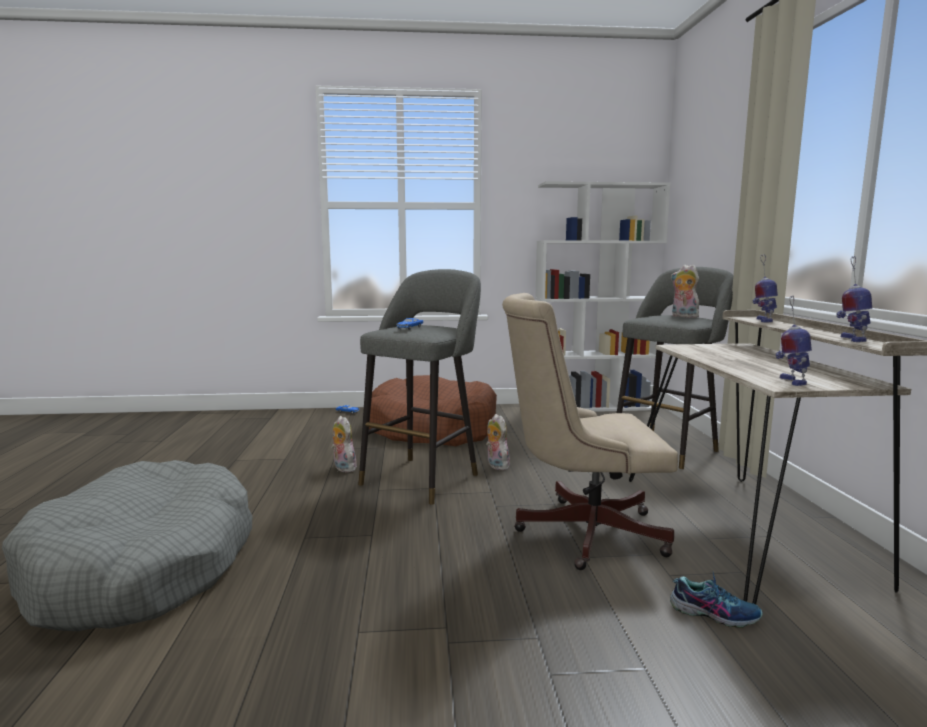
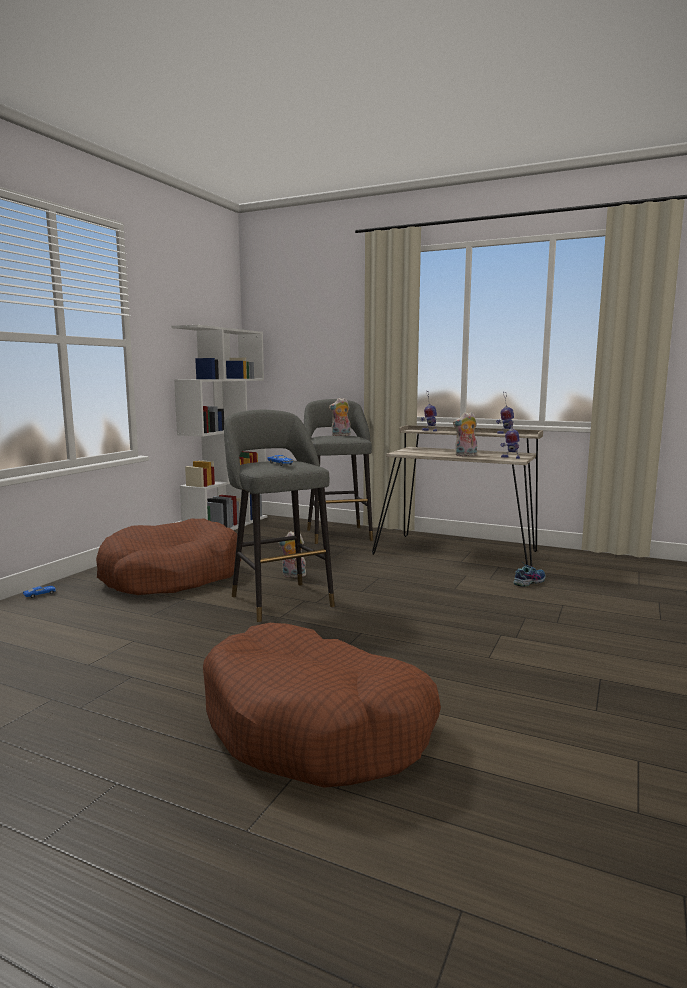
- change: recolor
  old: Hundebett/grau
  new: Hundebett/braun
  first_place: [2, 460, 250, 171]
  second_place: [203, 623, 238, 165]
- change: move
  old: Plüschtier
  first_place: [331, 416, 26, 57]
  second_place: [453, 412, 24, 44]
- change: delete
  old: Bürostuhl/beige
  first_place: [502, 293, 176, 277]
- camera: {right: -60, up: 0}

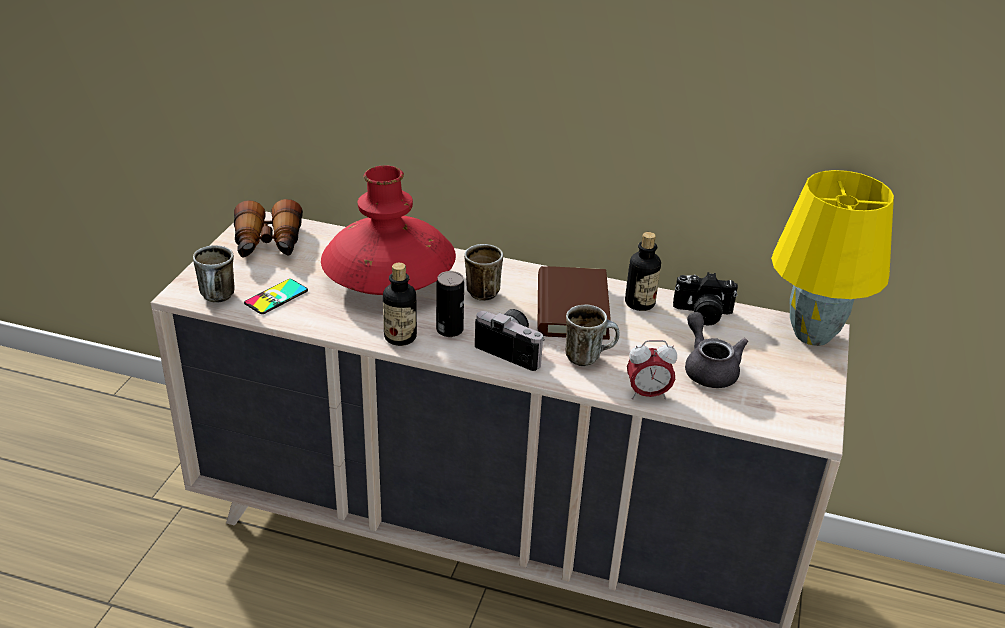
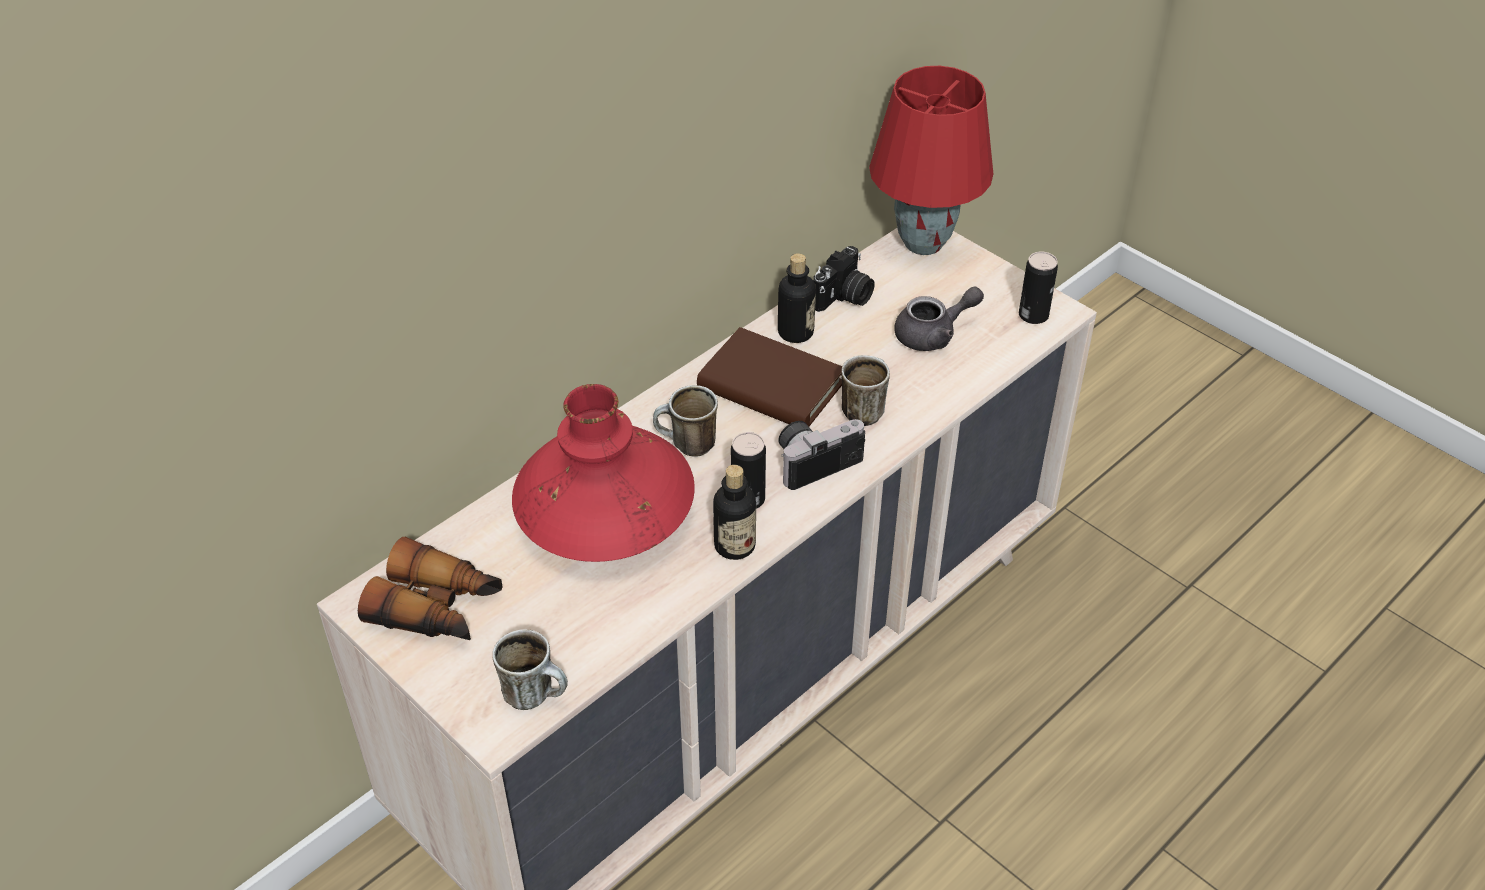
- change: delete
  old: Handy
  first_place: [244, 279, 64, 35]
- change: delete
  old: Wecker
  first_place: [627, 340, 50, 60]
- change: rotate
  old: Teekanne/grau
  first_place: [685, 312, 63, 76]
  second_place: [894, 287, 90, 64]
  degrees: 150
- change: recolor
  old: Tischlampe/gelb
  new: Tischlampe/rot
  first_place: [771, 170, 123, 176]
  second_place: [869, 66, 124, 189]
- change: insert
  new: Dose
  second_place: [1019, 251, 39, 73]
- camera: {right: -60, up: 10}

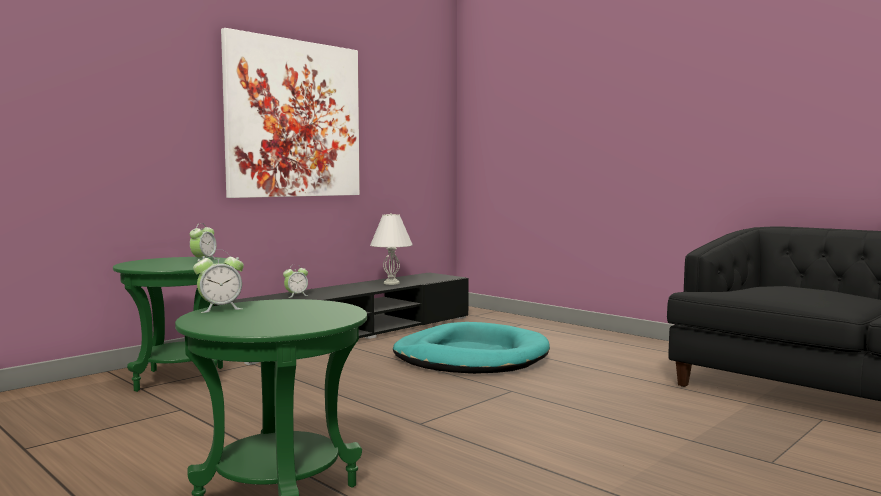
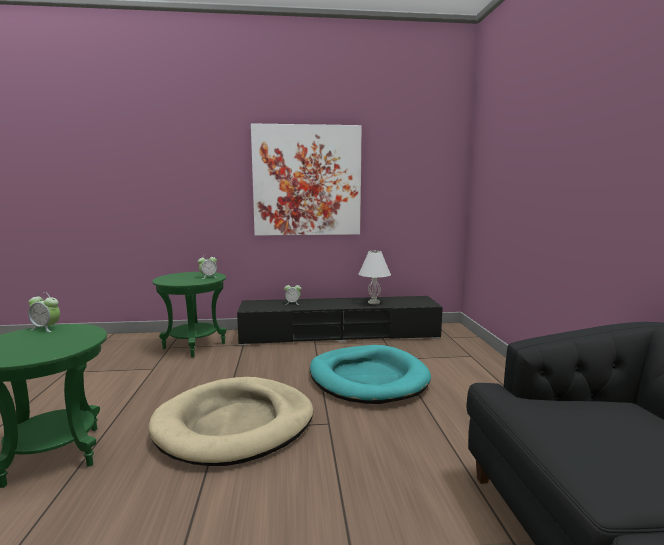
- change: insert
  new: Hundebett/beige
  second_place: [148, 377, 165, 89]
- camera: {right: 40, up: 5}

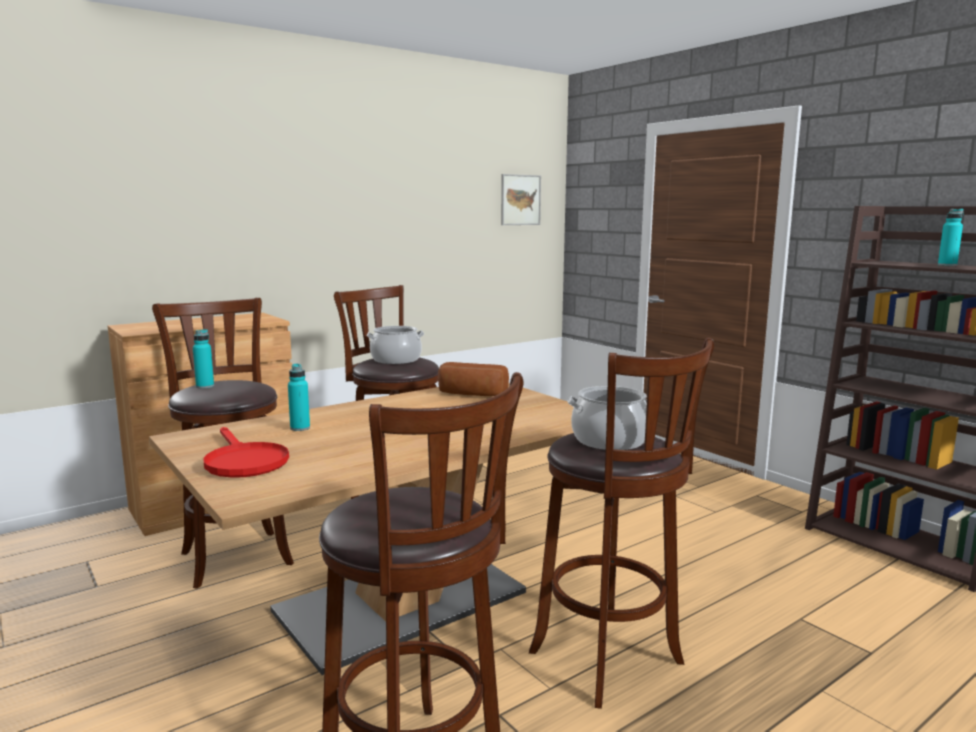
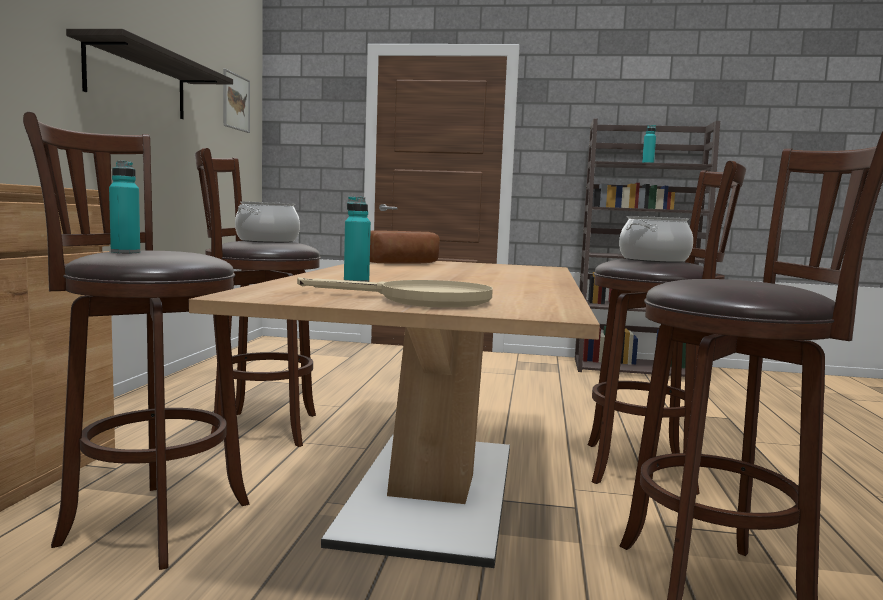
- change: recolor
  old: Pfanne/rot
  new: Pfanne/beige
  first_place: [203, 427, 86, 51]
  second_place: [297, 277, 196, 31]
- change: insert
  new: Wandregal
  second_place: [66, 29, 167, 90]
- camera: {right: -45, up: -5}

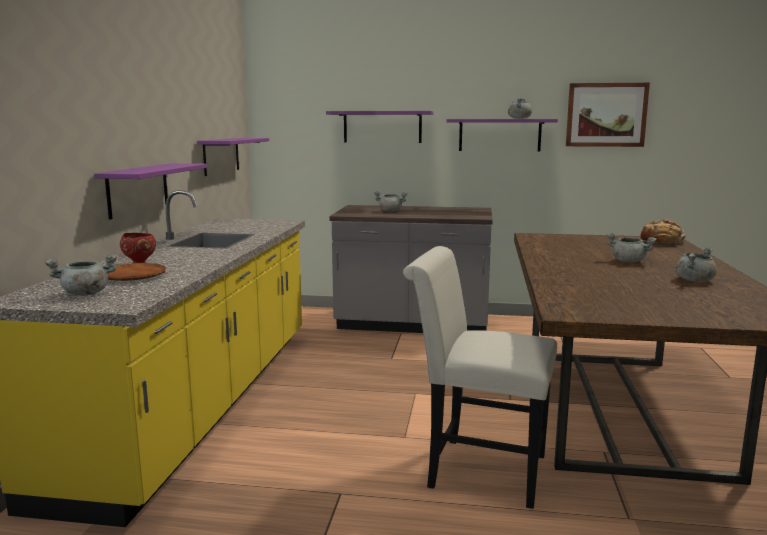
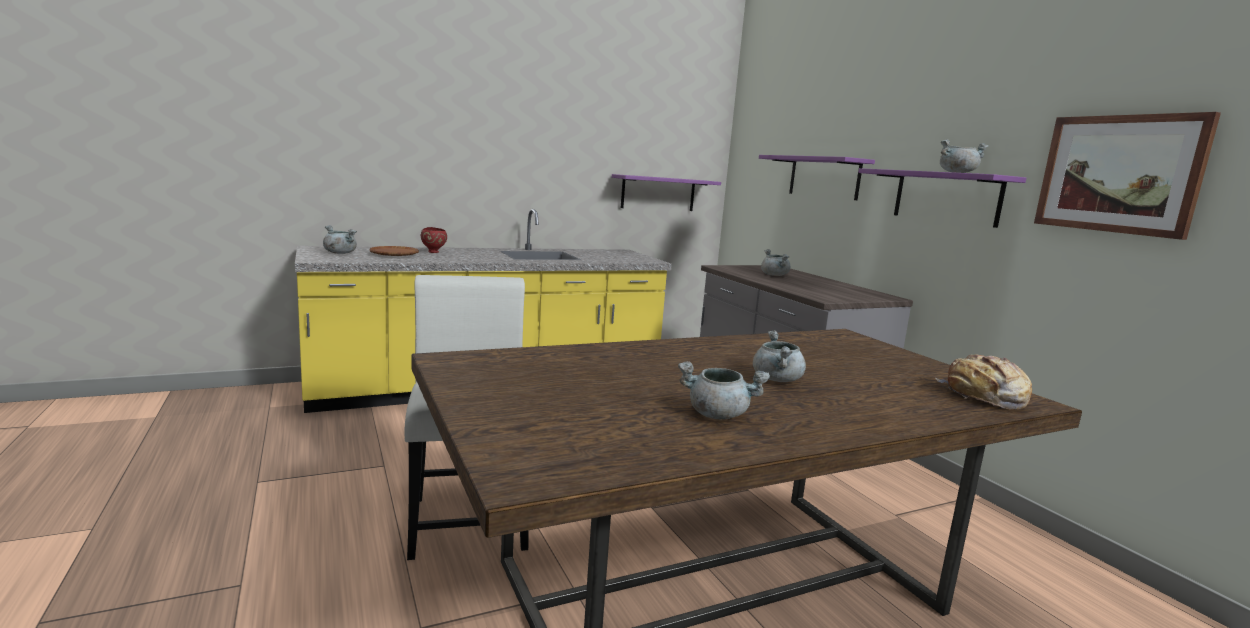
- change: delete
  old: Wandregal/lila
  first_place: [94, 163, 113, 57]
- camera: {right: 55, up: 0}

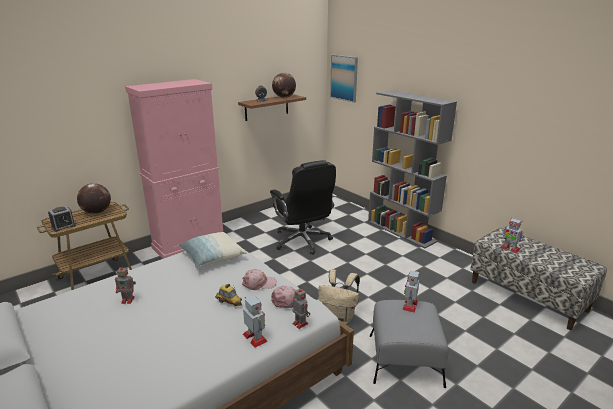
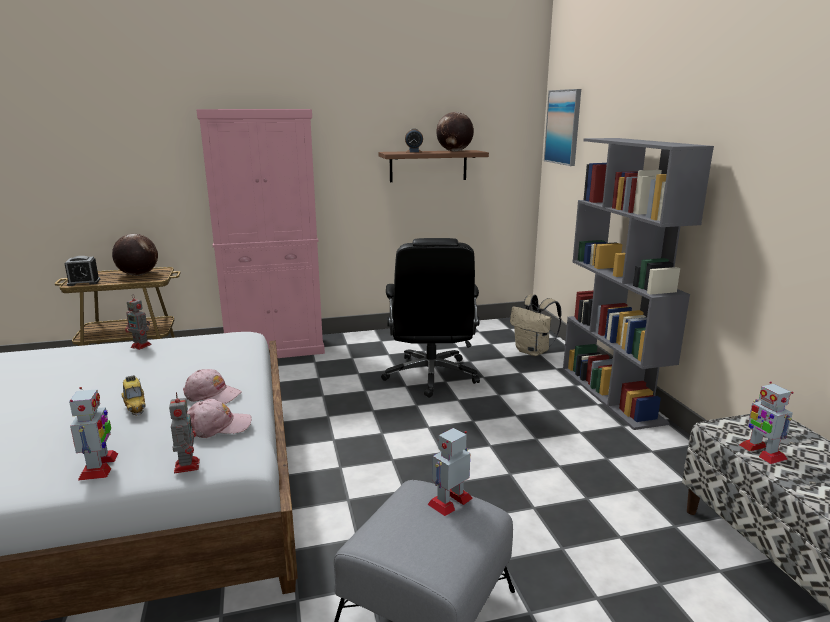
- change: move
  old: Spielzeugroboter
  first_place: [115, 265, 21, 39]
  second_place: [125, 294, 27, 56]
- change: delete
  old: Kissen
  first_place: [179, 232, 68, 36]
- change: move
  old: Rucksack/beige
  first_place: [318, 269, 42, 55]
  second_place: [510, 294, 51, 62]
- camera: {right: 25, up: -5}

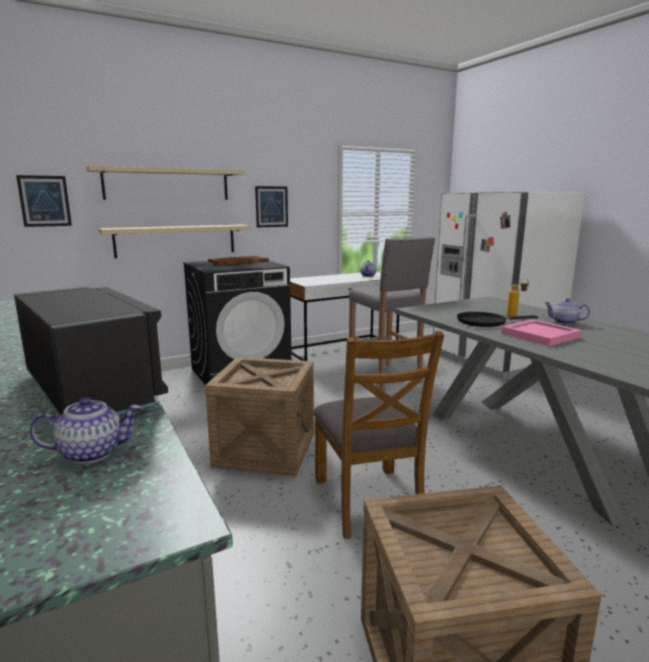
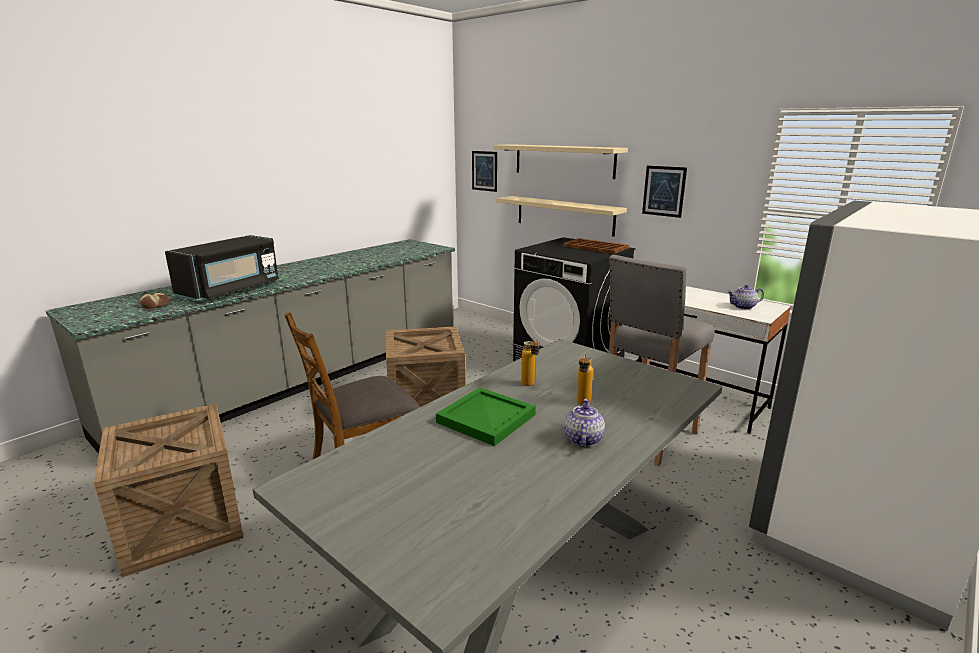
- change: replace
  old: Teekanne
  new: Brot
  first_place: [29, 397, 112, 67]
  second_place: [140, 293, 30, 16]
- change: replace
  old: Pfanne/schwarz
  new: Flasche
  first_place: [457, 312, 81, 15]
  second_place: [521, 337, 19, 49]
- change: recolor
  old: Tablett/rosa
  new: Tablett/grün
  first_place: [501, 319, 81, 27]
  second_place: [436, 387, 100, 59]
- camera: {right: 70, up: 5}

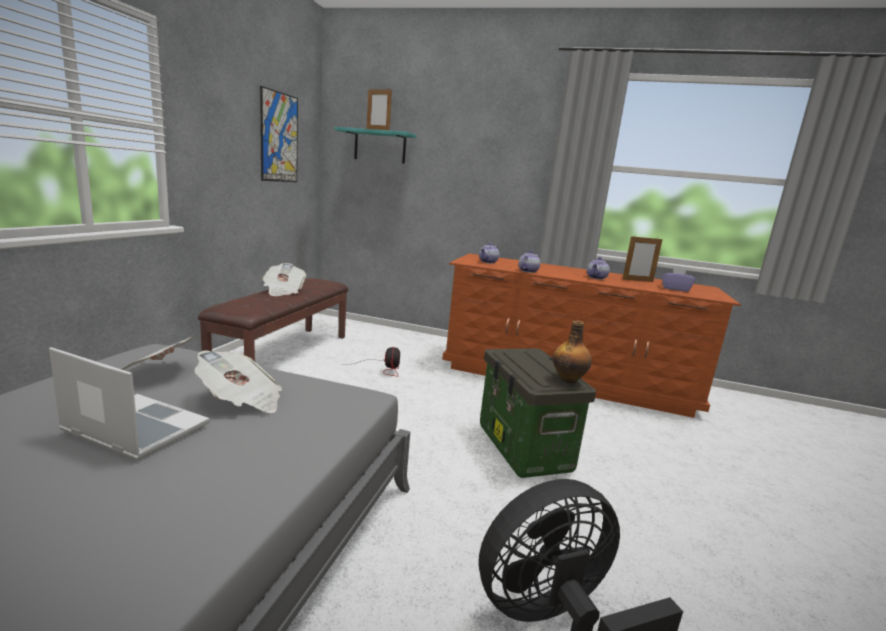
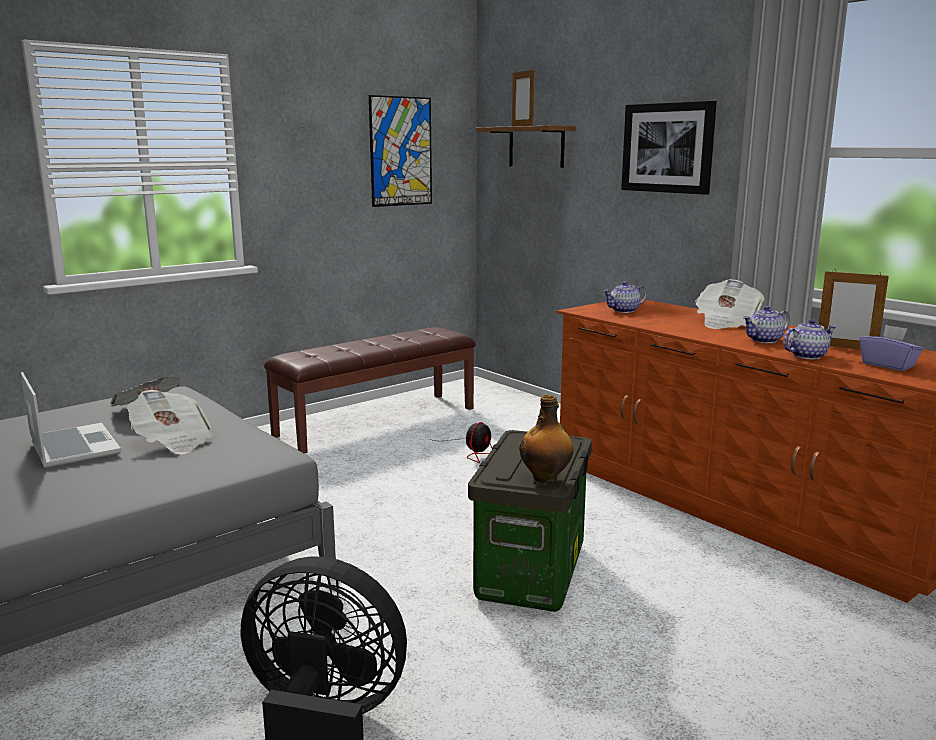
- change: move
  old: Zeitung
  first_place: [262, 263, 44, 33]
  second_place: [695, 279, 70, 50]
- change: recolor
  old: Wandregal/türkis
  new: Wandregal/braun
  first_place: [334, 127, 82, 37]
  second_place: [476, 126, 100, 42]
- change: move
  old: Teekanne
  first_place: [518, 250, 22, 23]
  second_place: [783, 319, 53, 40]
- change: insert
  new: Bild
  second_place: [621, 101, 96, 94]
- camera: {right: 35, up: 0}

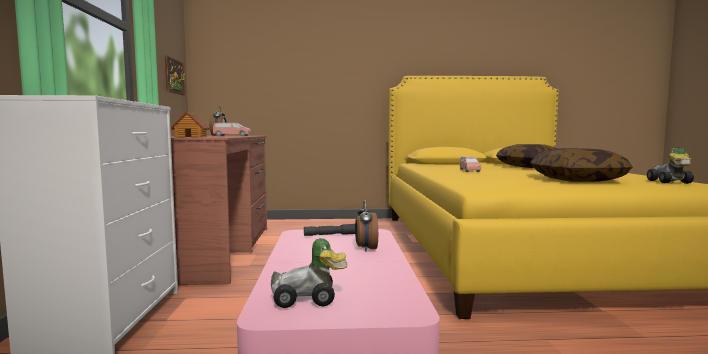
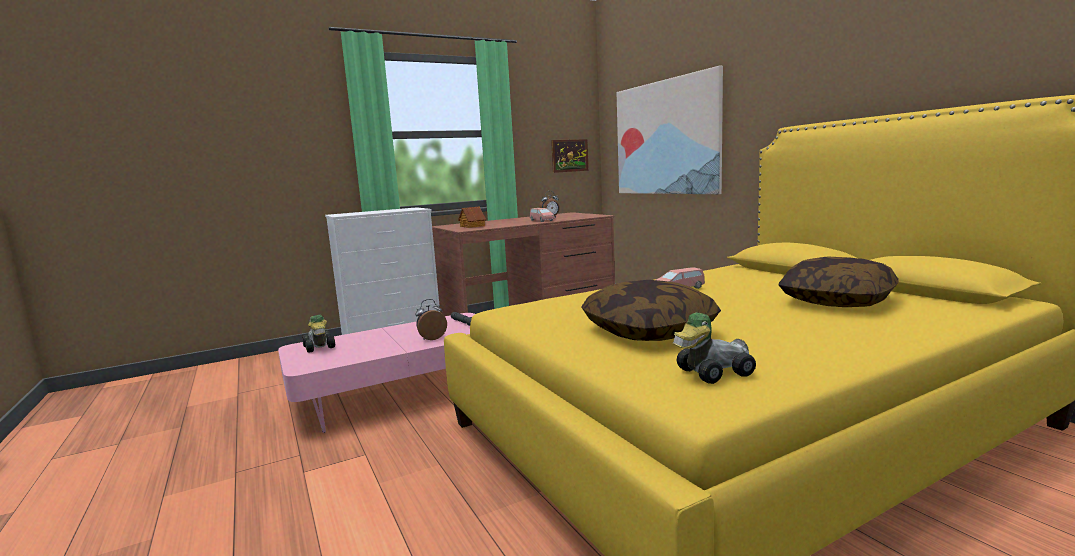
- change: insert
  new: Bild
  second_place: [617, 66, 106, 128]
- camera: {right: 65, up: 5}

